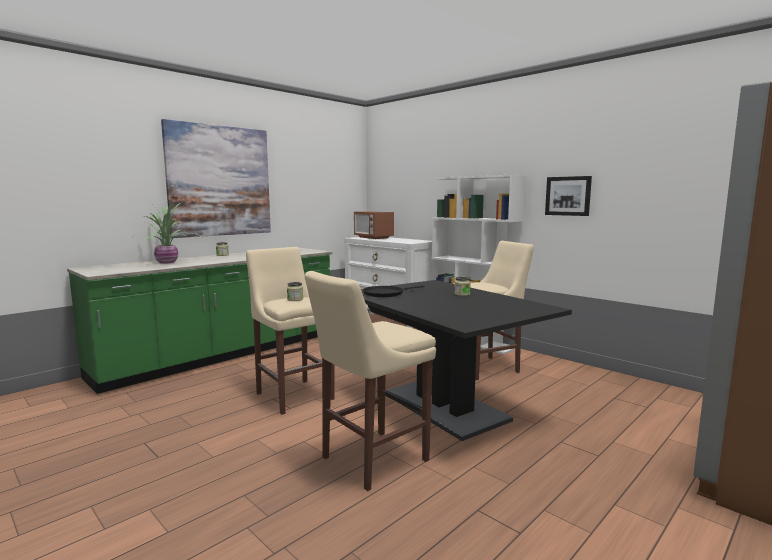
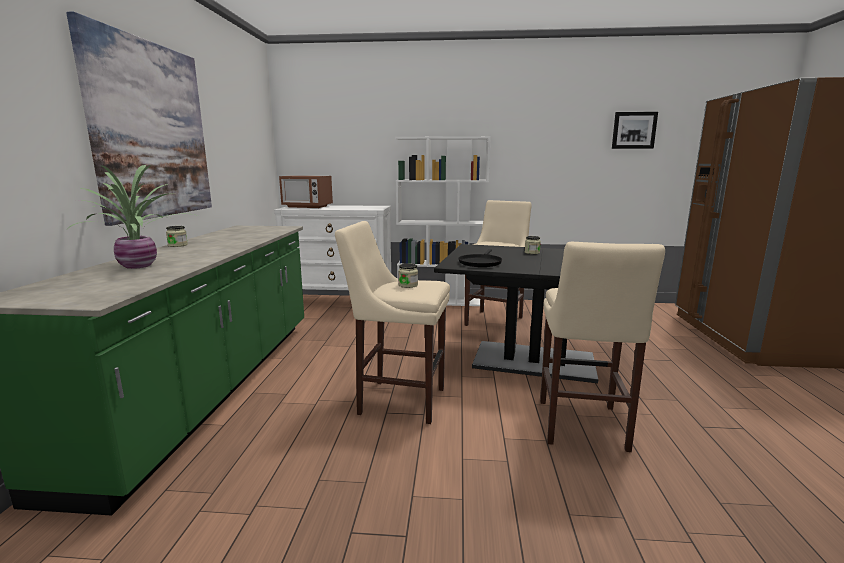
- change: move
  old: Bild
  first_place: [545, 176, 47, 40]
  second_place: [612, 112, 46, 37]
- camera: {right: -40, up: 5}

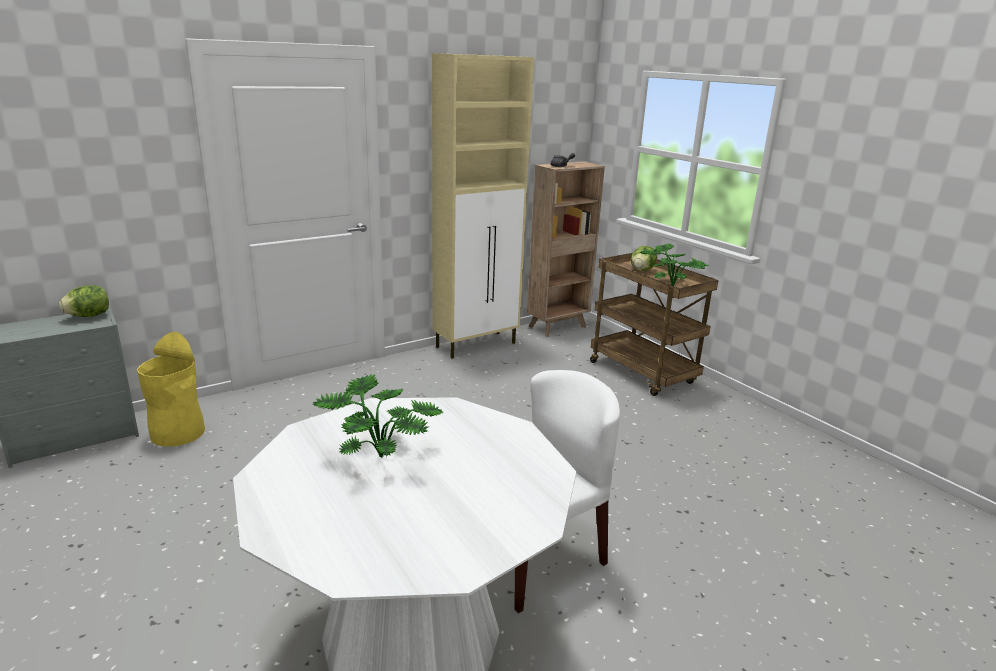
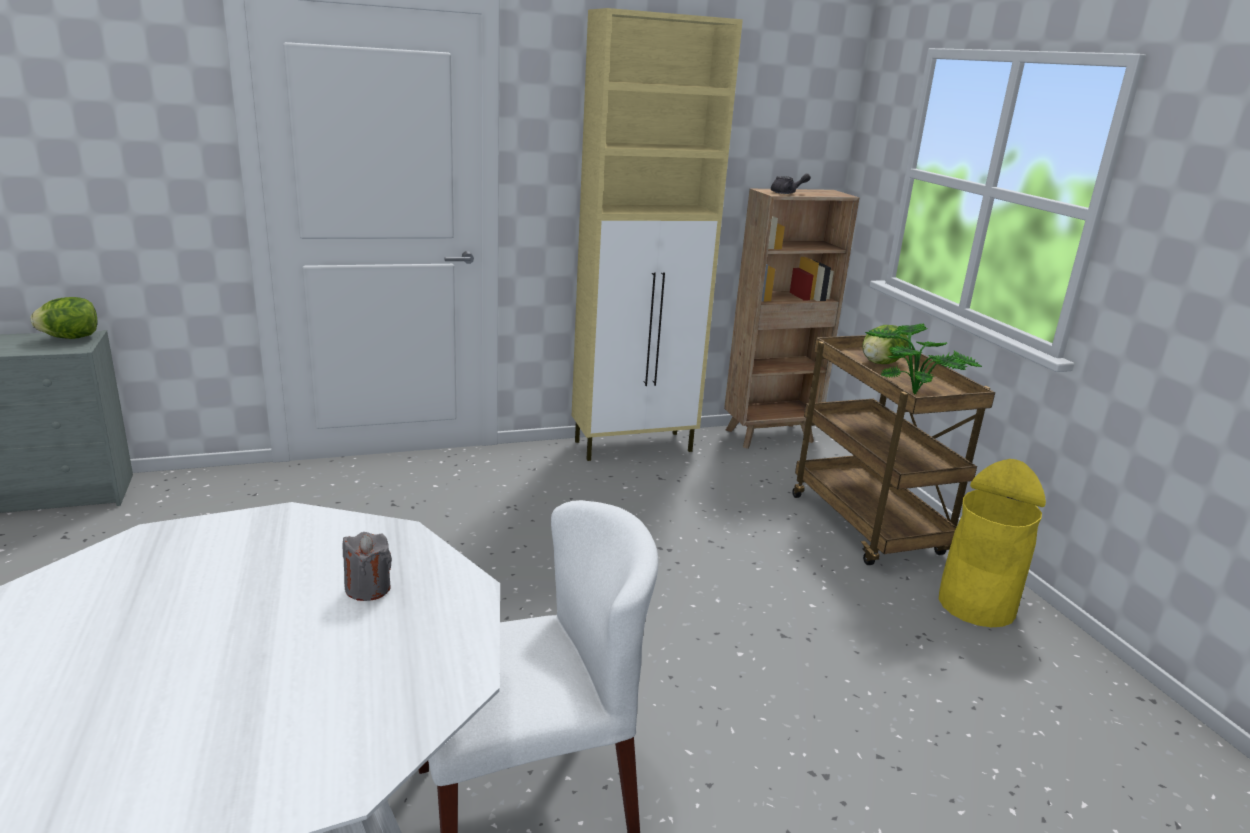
- change: move
  old: Mülleimer/gelb
  first_place: [137, 332, 68, 115]
  second_place: [939, 459, 107, 168]
- change: delete
  old: Topfpflanze
  first_place: [312, 374, 130, 84]
- change: insert
  new: Kerze/grau
  second_place: [342, 532, 50, 69]
- camera: {right: 15, up: 0}

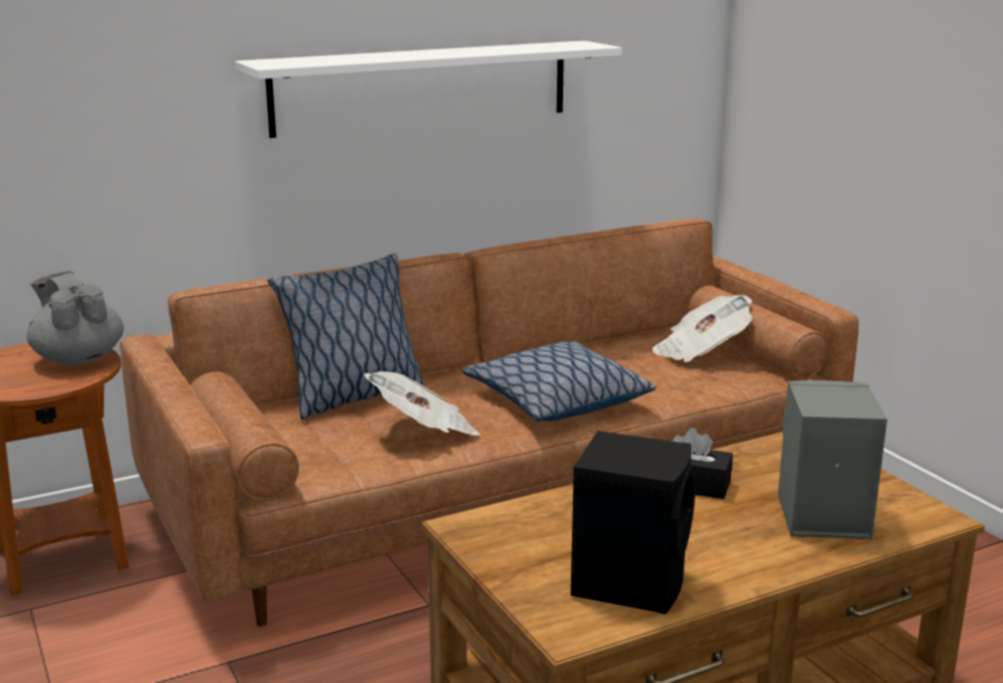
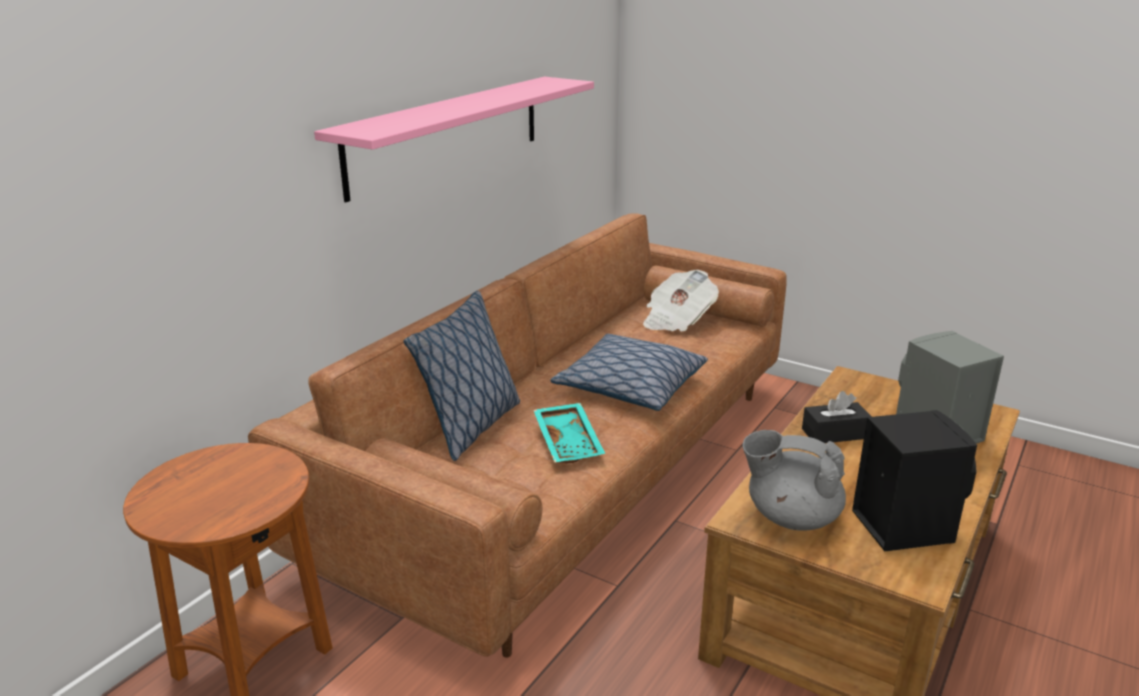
- change: move
  old: Teekanne/grau
  first_place: [27, 271, 97, 95]
  second_place: [742, 430, 104, 101]
- change: recolor
  old: Wandregal/weiß
  new: Wandregal/rosa
  first_place: [235, 41, 387, 97]
  second_place: [314, 77, 280, 125]
- change: replace
  old: Zeitung
  new: Tablett/türkis
  first_place: [364, 371, 116, 65]
  second_place: [533, 403, 72, 61]
- camera: {right: -30, up: 5}

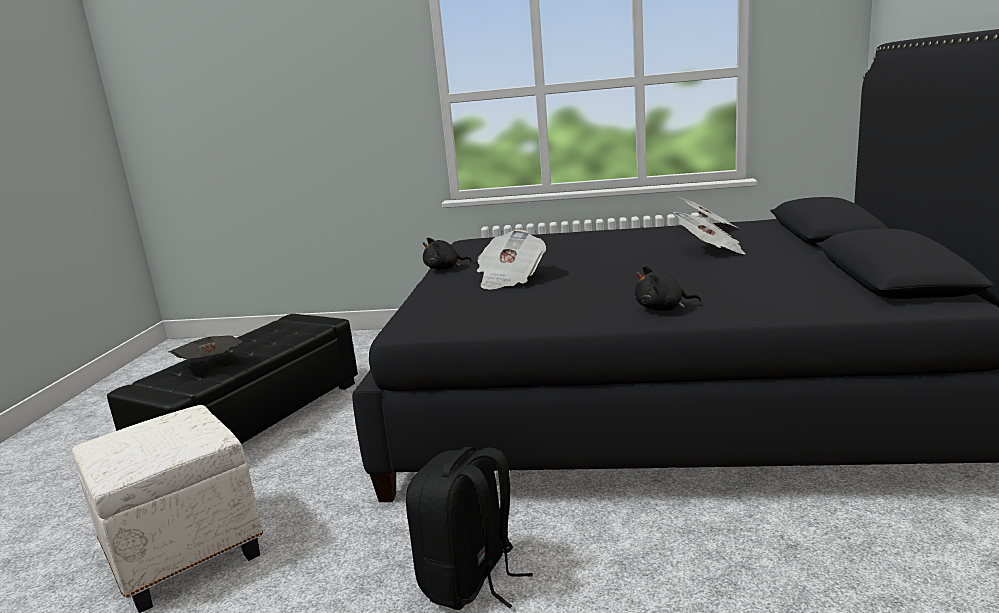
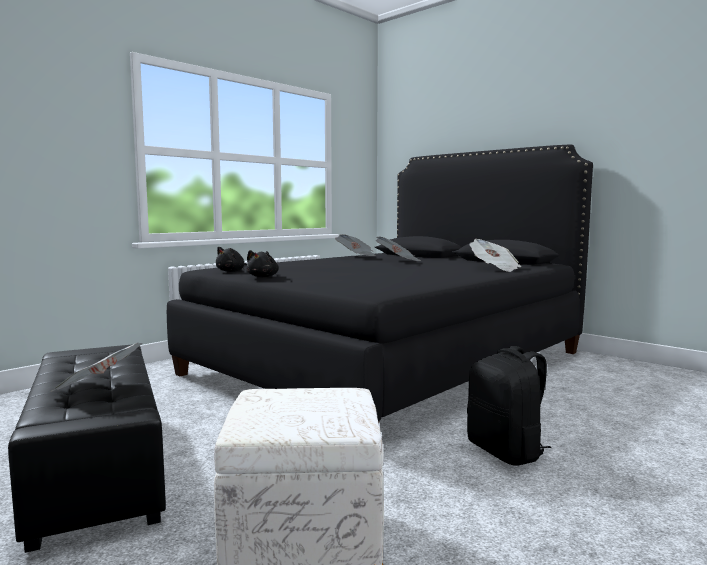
- change: move
  old: Zeitung
  first_place: [477, 230, 69, 60]
  second_place: [469, 239, 52, 33]
- change: move
  old: Plüschtier/schwarz
  first_place: [635, 266, 66, 45]
  second_place: [216, 247, 31, 25]
- camera: {right: -55, up: -10}

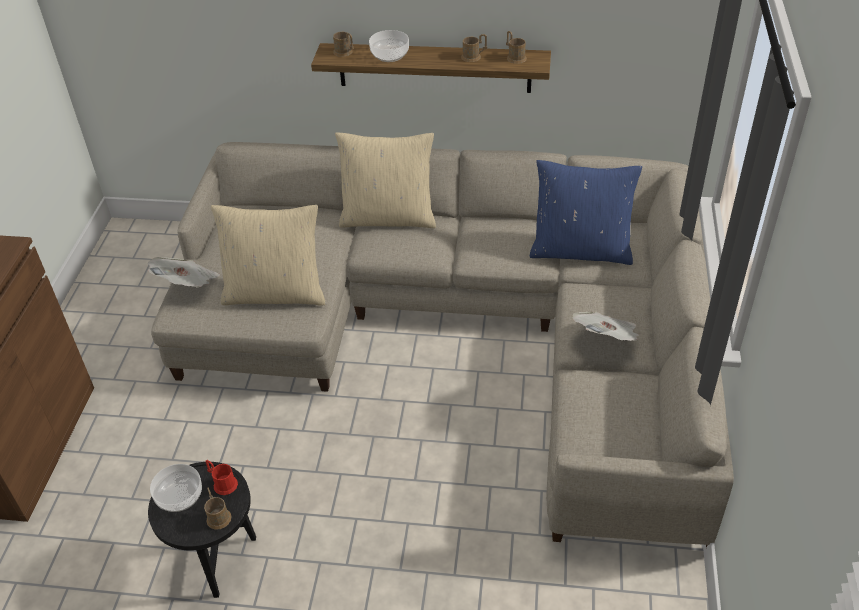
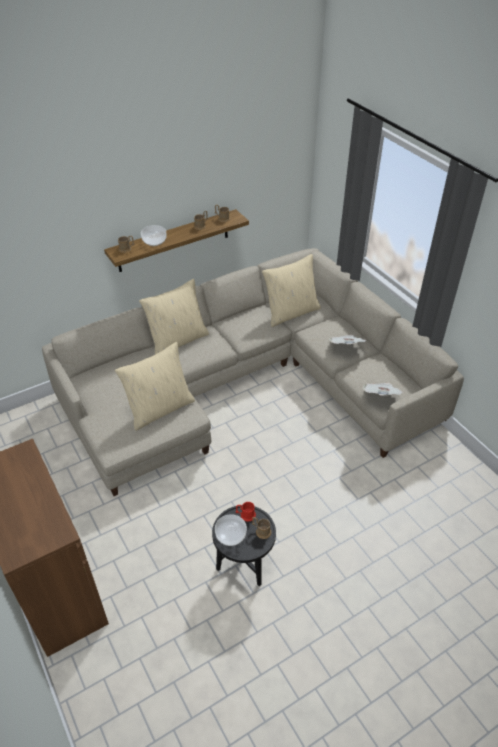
- change: move
  old: Zeitung
  first_place: [147, 257, 73, 31]
  second_place: [362, 383, 41, 12]
- change: recolor
  old: Kissen/blau
  new: Kissen/beige
  first_place: [530, 160, 112, 105]
  second_place: [262, 254, 59, 73]
- camera: {right: -40, up: 0}

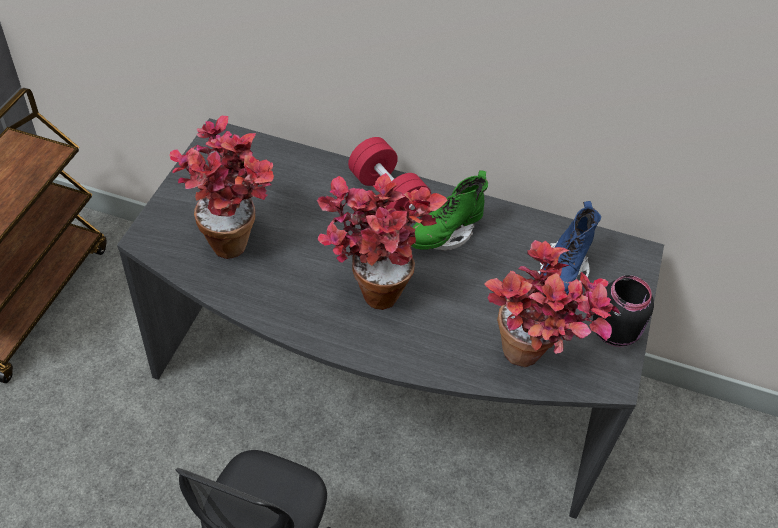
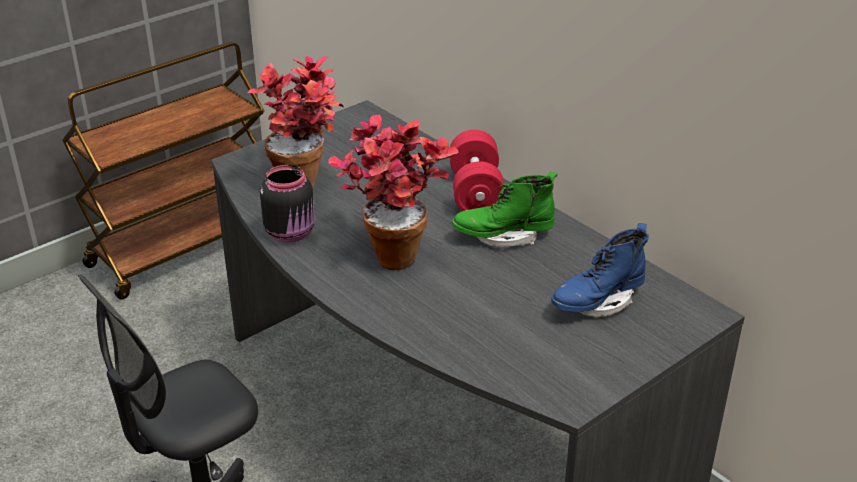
- change: delete
  old: Topfpflanze
  first_place: [484, 240, 137, 127]
- change: move
  old: Vorratsglas/schwarz
  first_place: [593, 275, 61, 72]
  second_place: [260, 165, 55, 77]
- camera: {right: 35, up: -15}

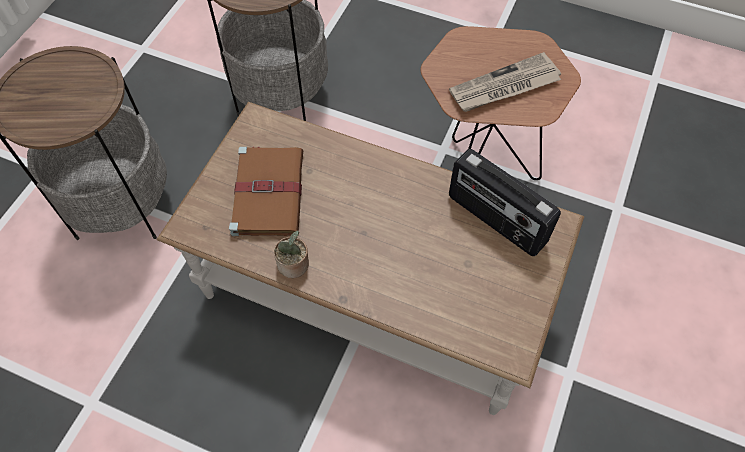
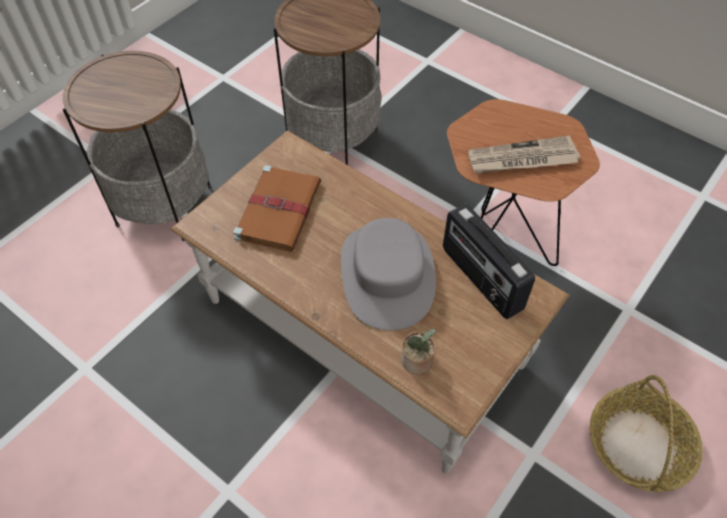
- change: move
  old: Topfpflanze
  first_place: [274, 230, 35, 48]
  second_place: [401, 328, 35, 46]
- change: insert
  new: Hut/grau
  second_place: [341, 218, 95, 112]
- change: insert
  new: Korb
  second_place: [590, 375, 113, 117]
- camera: {right: 15, up: -5}

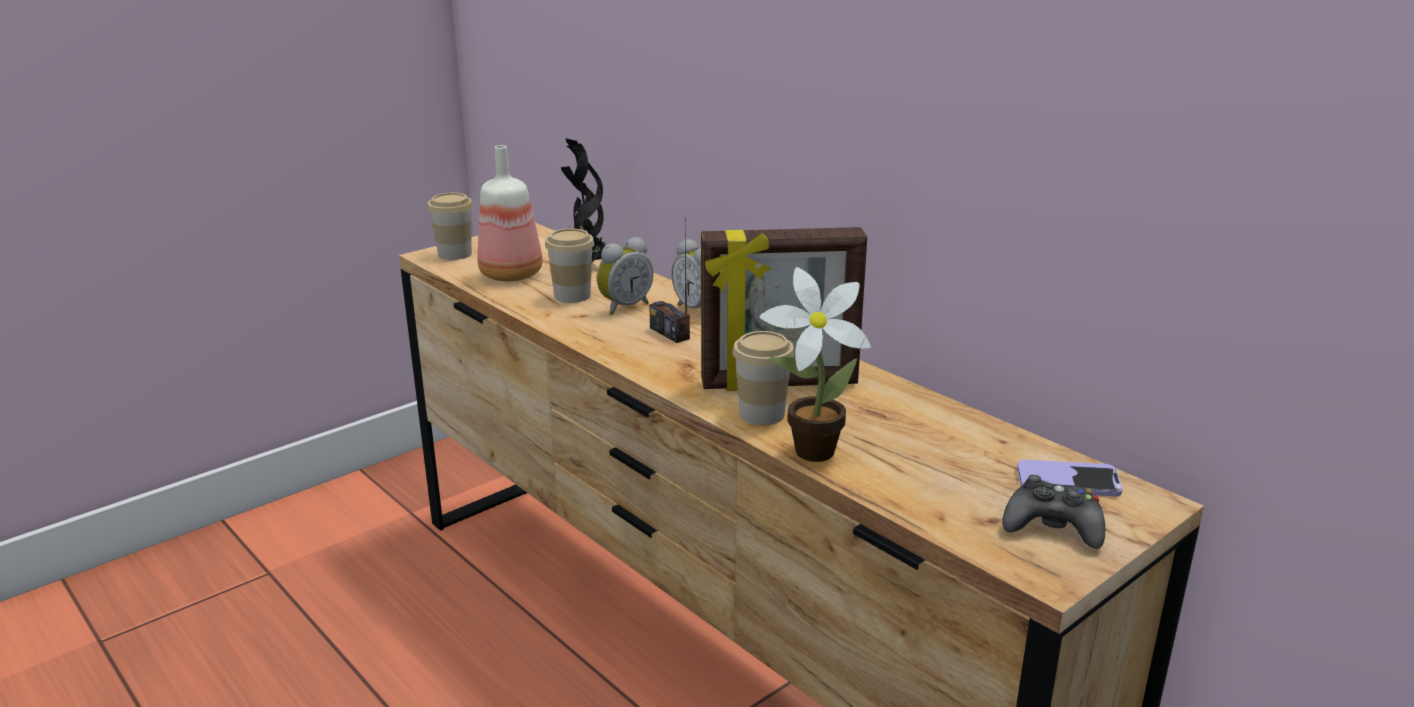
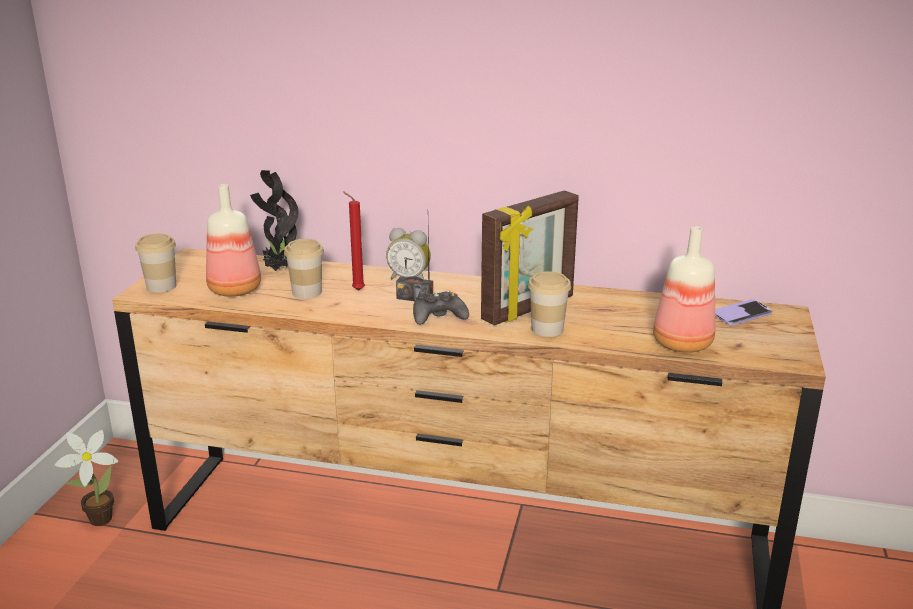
- change: replace
  old: Wecker
  new: Kerze/rot
  first_place: [597, 237, 56, 78]
  second_place: [343, 191, 22, 100]
- change: move
  old: Topfpflanze
  first_place: [759, 267, 112, 195]
  second_place: [55, 430, 63, 96]
- change: move
  old: Gamepad/schwarz
  first_place: [1002, 475, 103, 74]
  second_place: [413, 291, 56, 34]
- change: insert
  new: Flasche
  second_place: [653, 226, 63, 127]
- camera: {right: -35, up: 0}

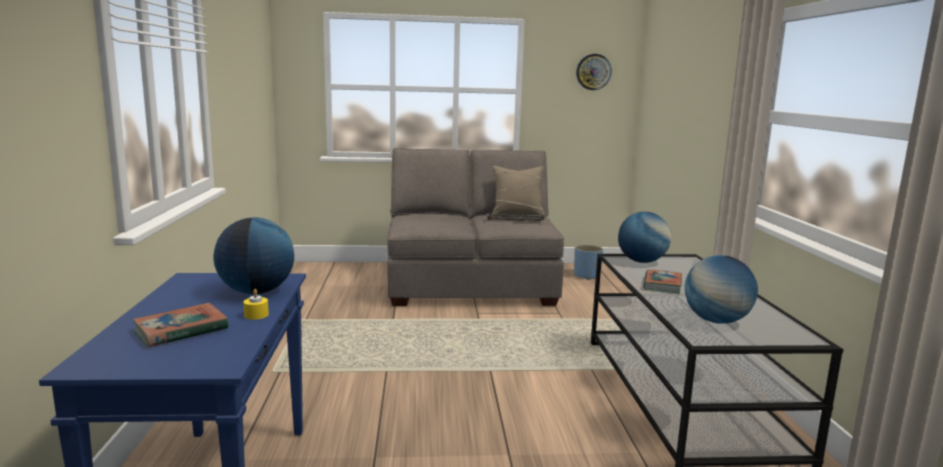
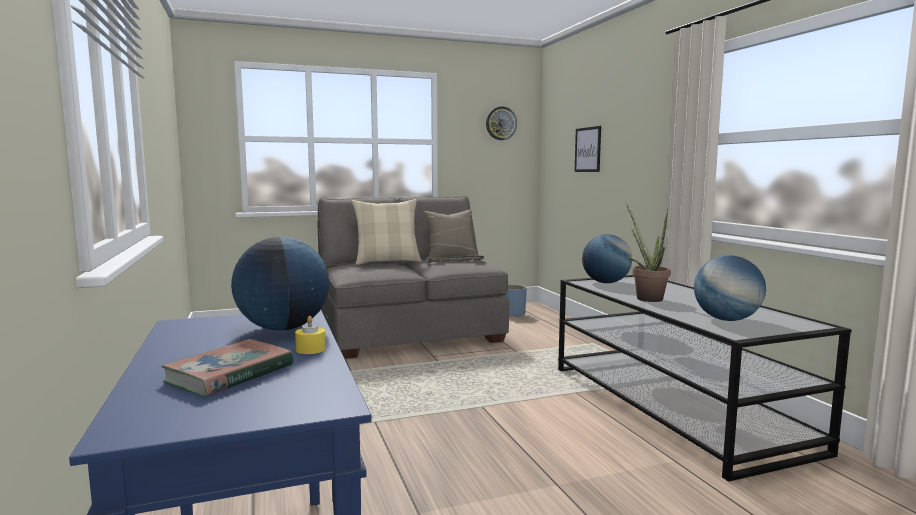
- change: replace
  old: Buch
  new: Topfpflanze
  first_place: [643, 269, 39, 24]
  second_place: [626, 204, 45, 98]
- change: insert
  new: Kissen/beige
  second_place: [352, 199, 70, 66]
- change: insert
  new: Bild
  second_place: [575, 126, 26, 46]
- camera: {right: -15, up: -5}

